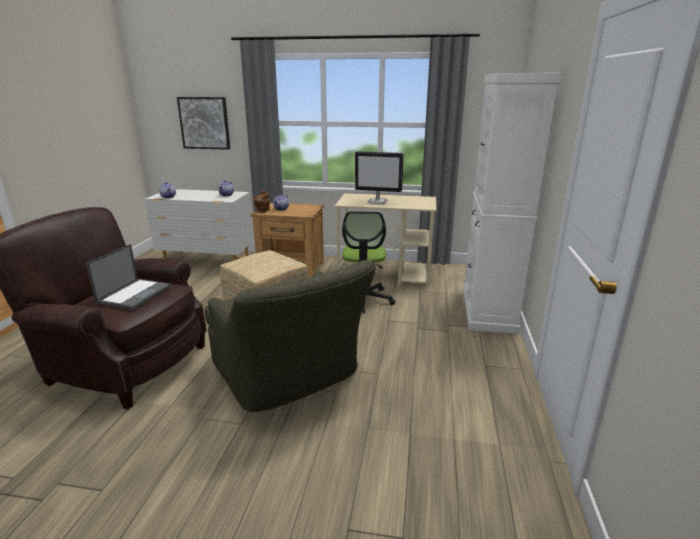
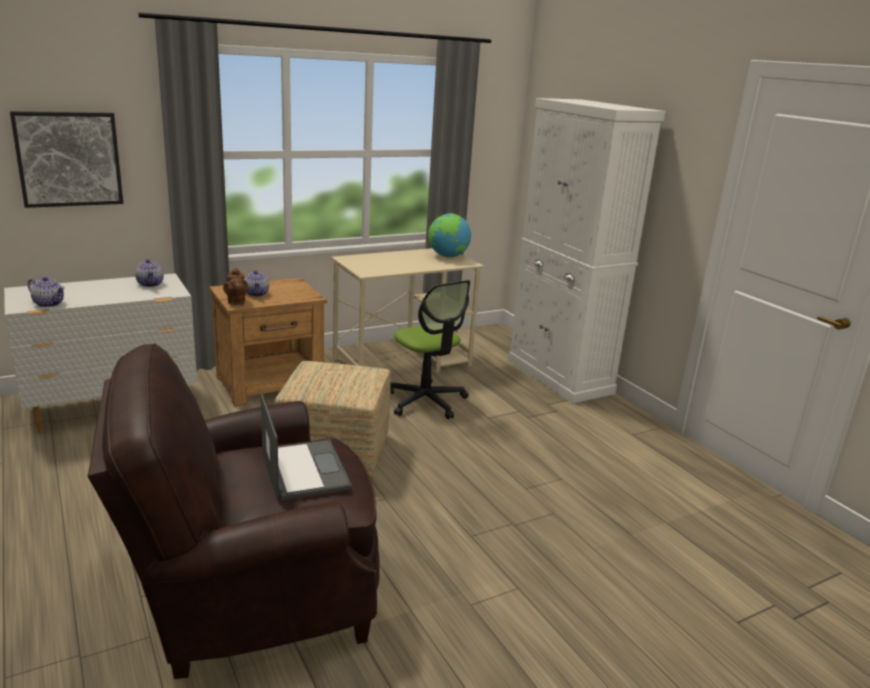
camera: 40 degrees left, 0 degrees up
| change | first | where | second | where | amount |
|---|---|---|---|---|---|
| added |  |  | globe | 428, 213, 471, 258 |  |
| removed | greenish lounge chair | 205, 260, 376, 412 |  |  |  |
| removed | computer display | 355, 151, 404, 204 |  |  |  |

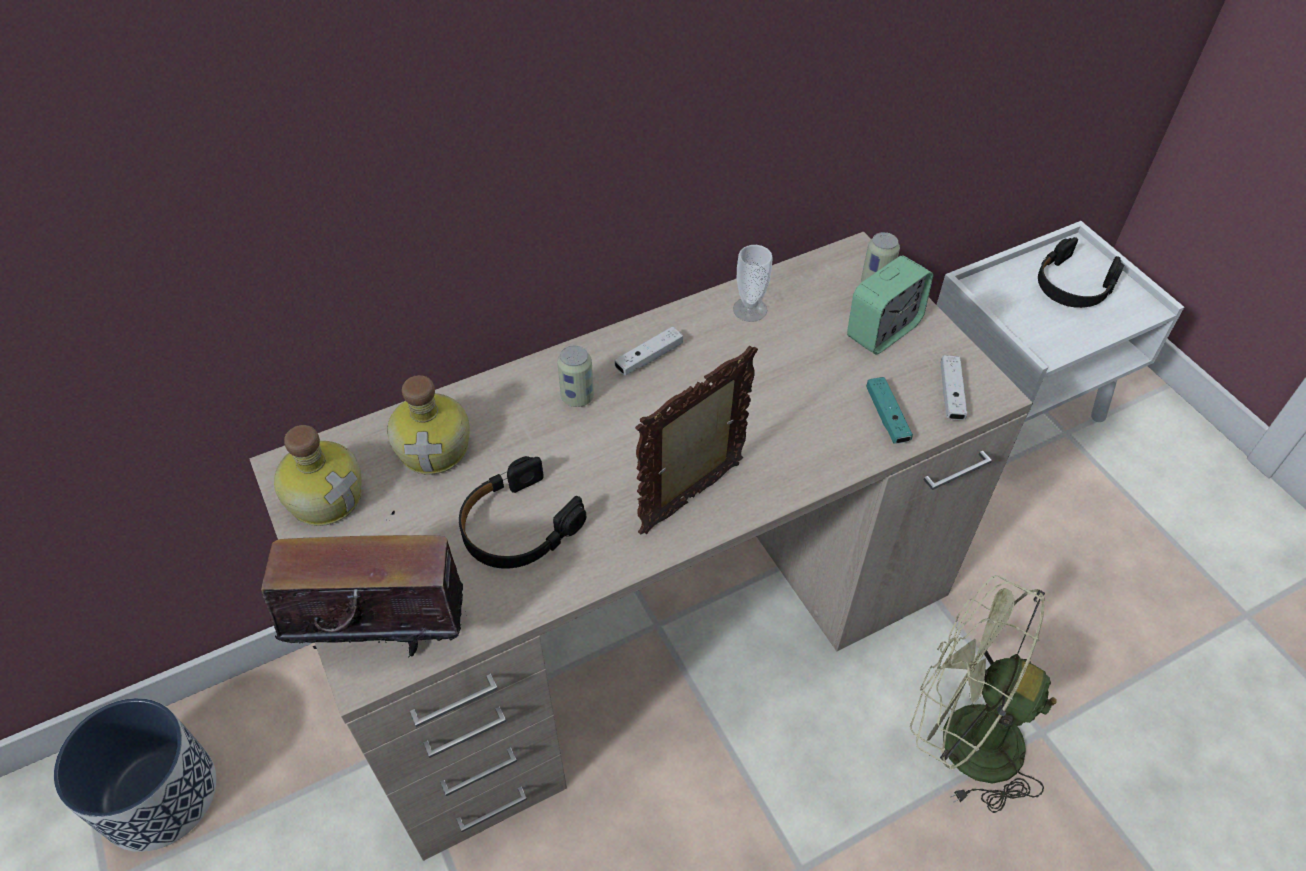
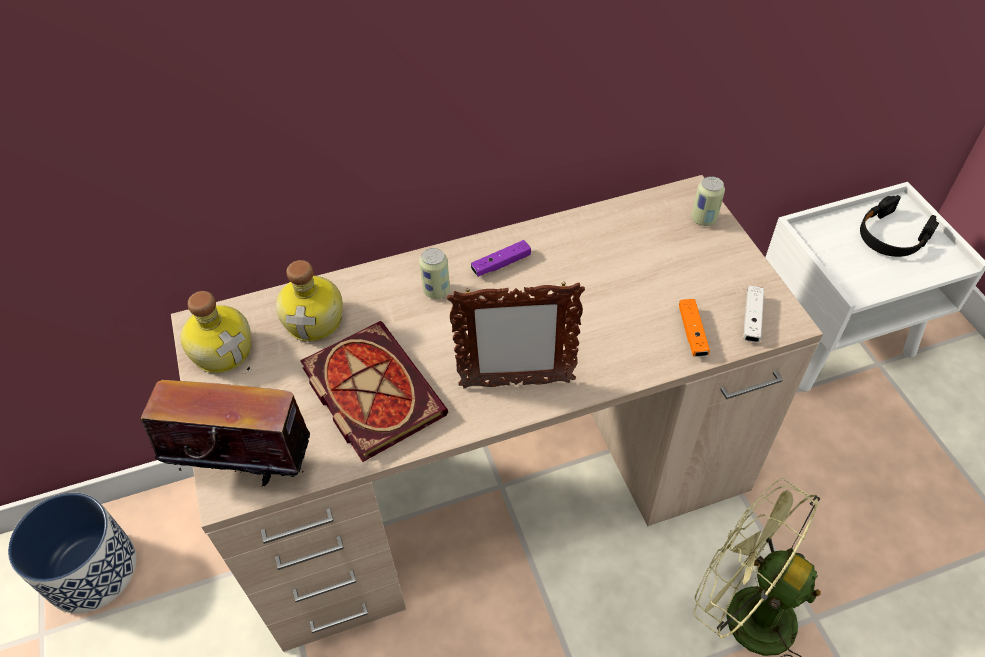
camera: 10 degrees right, 0 degrees up
| change | first | where | second | where | amount |
|---|---|---|---|---|---|
| replaced | black headset | 459, 456, 586, 569 | bound book | 300, 321, 448, 462 |  |
| turned | photo frame | 635, 345, 758, 535 |  | 447, 281, 585, 389 | 150 degrees counterclockwise |
| recoloured | white-coloured game controller | 615, 326, 683, 375 | purplish game controller | 471, 240, 531, 277 |  |
| recoloured | turquoise game controller | 866, 377, 913, 444 | orange game controller | 679, 299, 710, 357 |  |
| removed | small cup | 733, 245, 773, 322 |  |  |  |
| removed | table clock | 847, 255, 933, 355 |  |  |  |

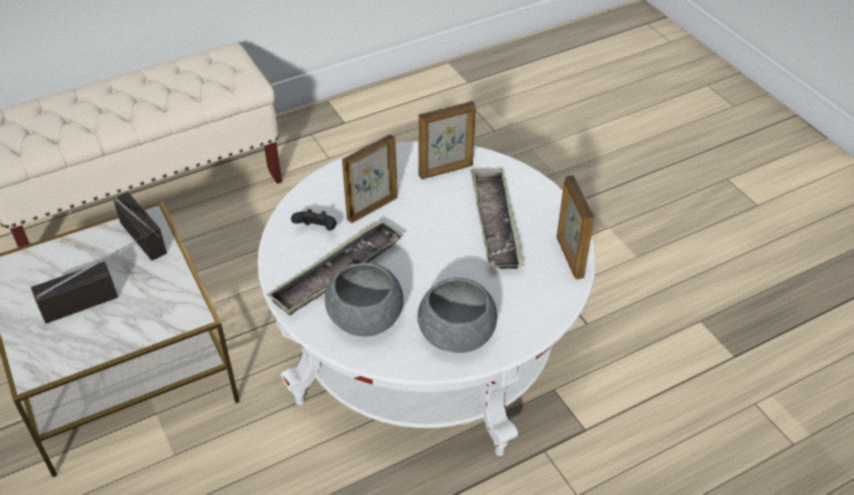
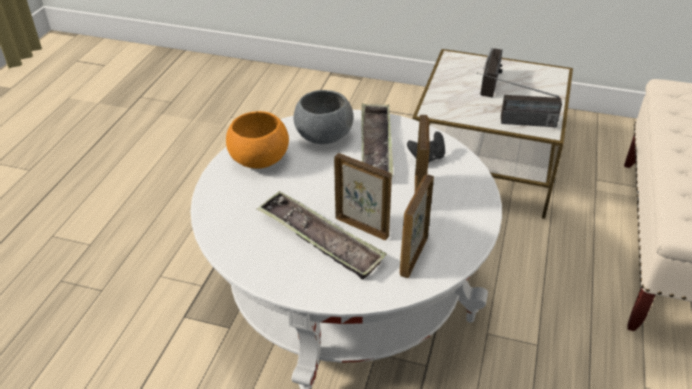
camera: 135 degrees right, 5 degrees down
| change | first | where | second | where | amount |
|---|---|---|---|---|---|
| recoloured | greyish bowl | 417, 278, 497, 353 | orange bowl | 226, 111, 289, 169 |  |
| moved | photo frame | 557, 175, 594, 279 |  | 334, 153, 392, 240 |  |

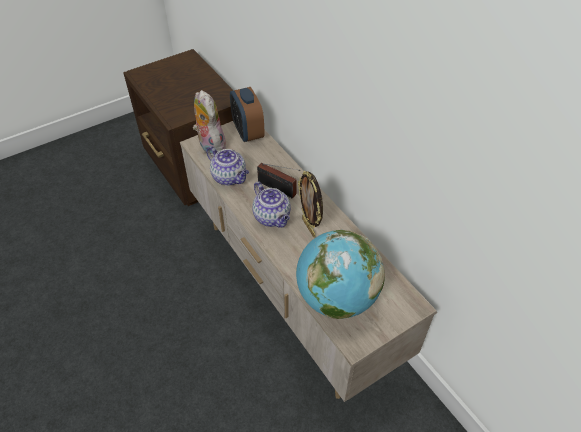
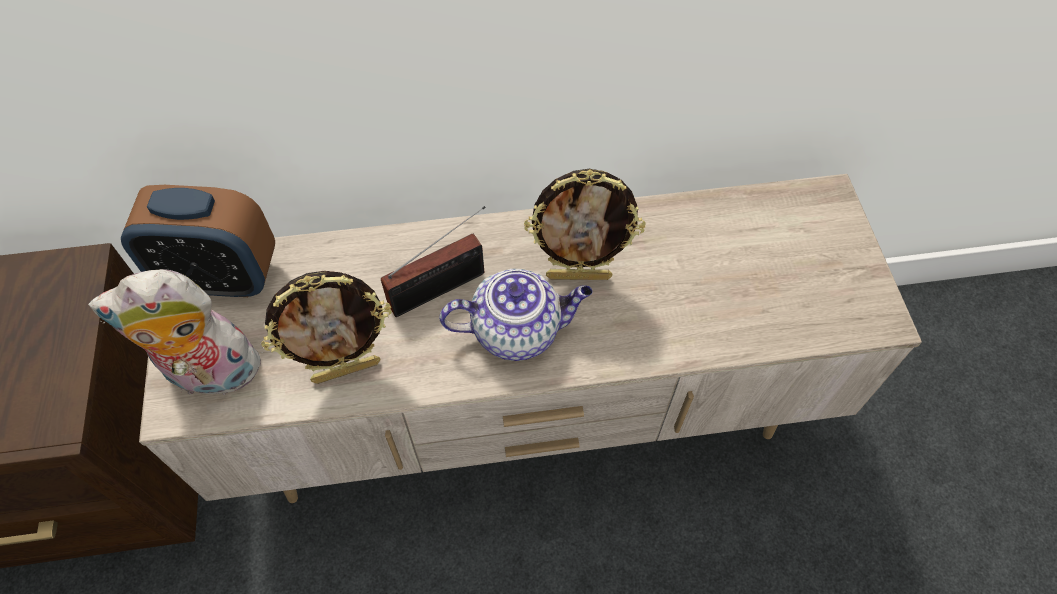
camera: 65 degrees left, 10 degrees up
| change | first | where | second | where | amount |
|---|---|---|---|---|---|
| replaced | tea pot | 206, 146, 249, 186 | photo frame | 261, 271, 392, 384 |  |
| removed | globe | 296, 230, 385, 319 |  |  |  |

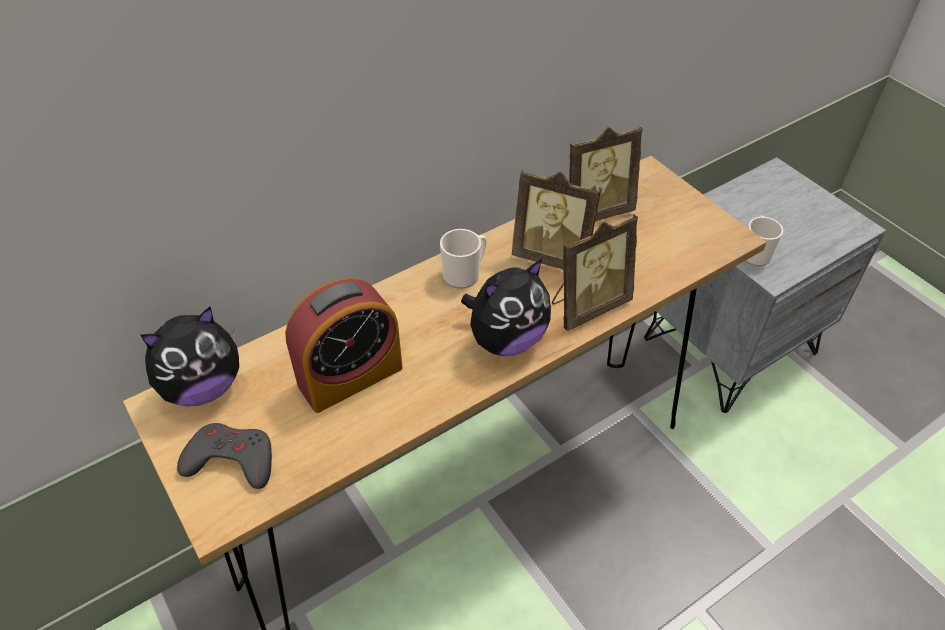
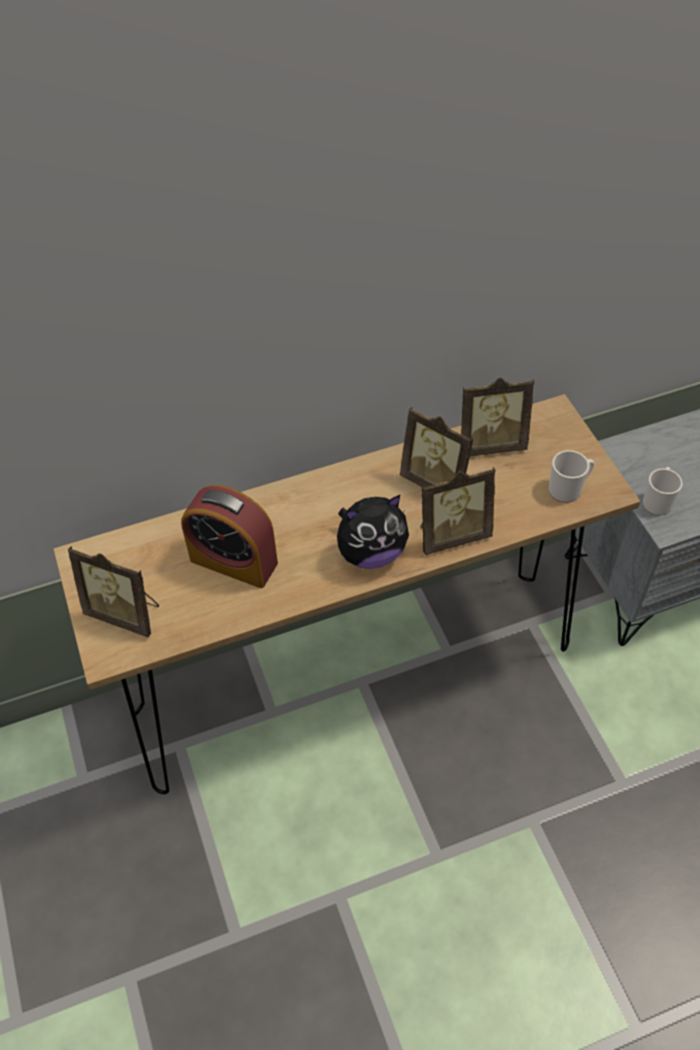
camera: 15 degrees right, 5 degrees up
| change | first | where | second | where | amount |
|---|---|---|---|---|---|
| replaced | greyish game controller | 177, 423, 272, 489 | photo frame | 68, 546, 159, 637 |  |
| turned | table clock | 285, 278, 403, 413 |  | 181, 485, 278, 588 | 45 degrees clockwise |
| moved | mug | 440, 229, 487, 289 |  | 549, 450, 594, 503 |  |
| removed | soft toy | 141, 307, 239, 406 |  |  |  |

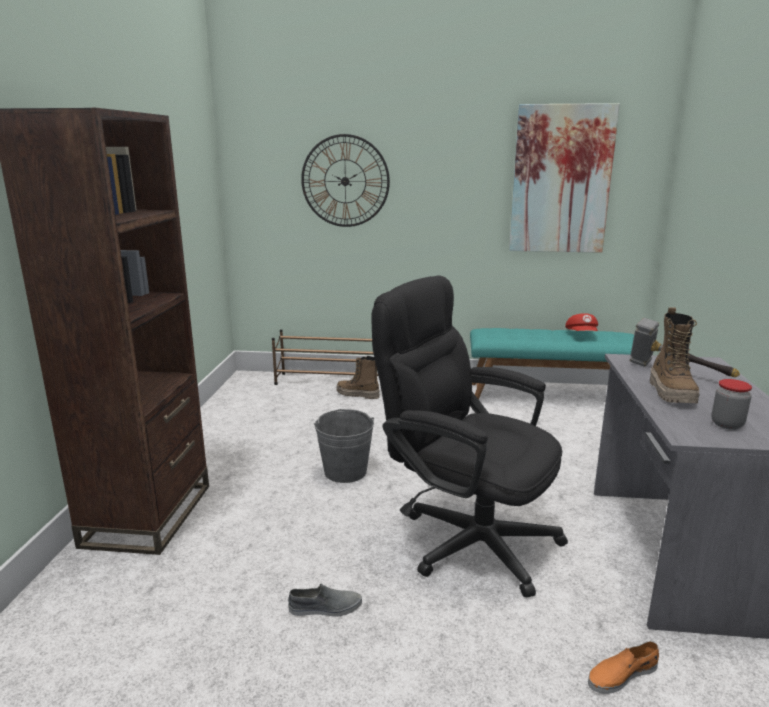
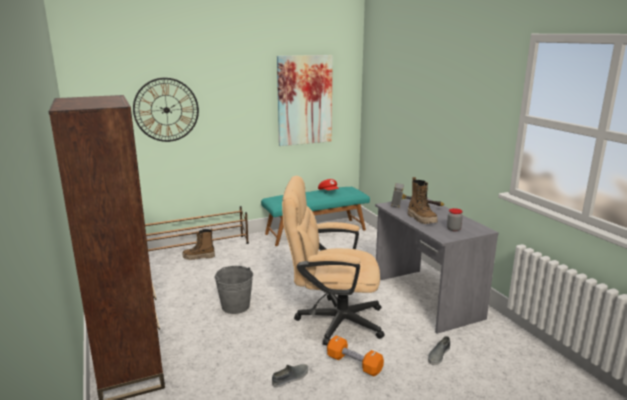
camera: 30 degrees left, 0 degrees up
| change | first | where | second | where | amount |
|---|---|---|---|---|---|
| recoloured | black computer chair | 371, 275, 568, 598 | beige-coloured computer chair | 282, 176, 385, 345 |  |
| added |  |  | orange free weight | 327, 335, 384, 377 |  |
| recoloured | orange shoe | 588, 641, 659, 694 | greyish shoe | 428, 336, 450, 365 |  |

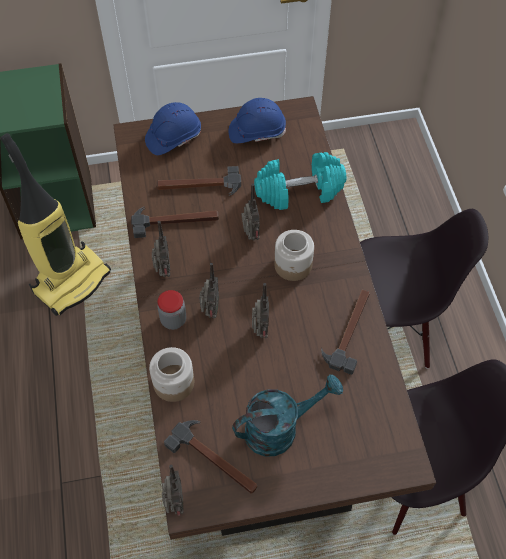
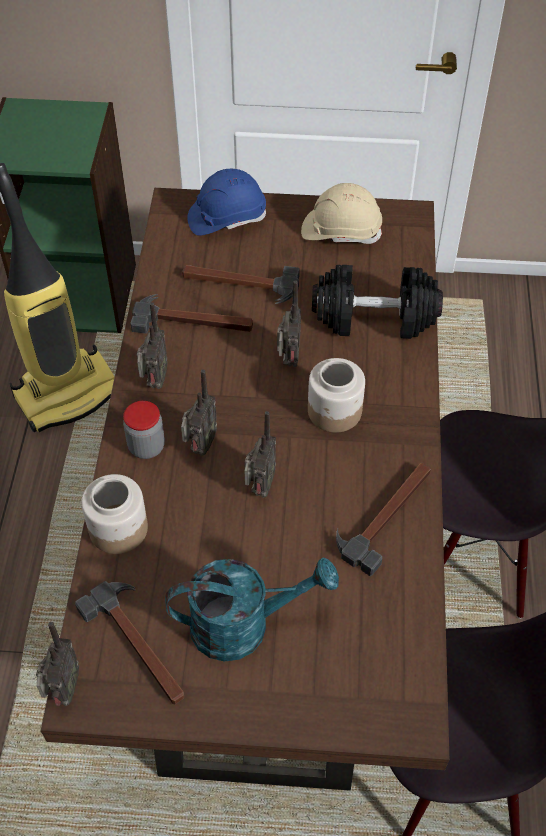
camera: 15 degrees right, 5 degrees down
| change | first | where | second | where | amount |
|---|---|---|---|---|---|
| recoloured | blue work helmet | 229, 98, 286, 143 | beige-coloured work helmet | 301, 183, 382, 244 |  |
| recoloured | turquoise free weight | 254, 152, 347, 210 | black free weight | 312, 265, 443, 339 |  |

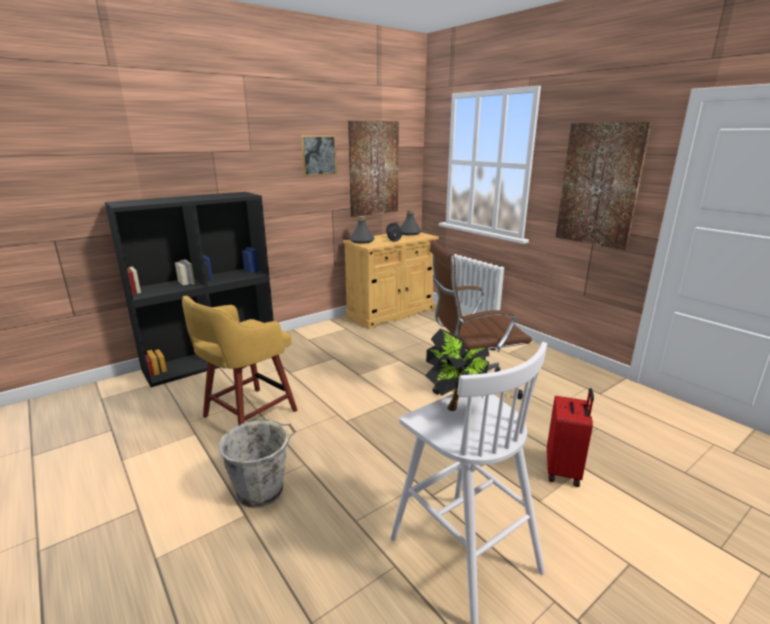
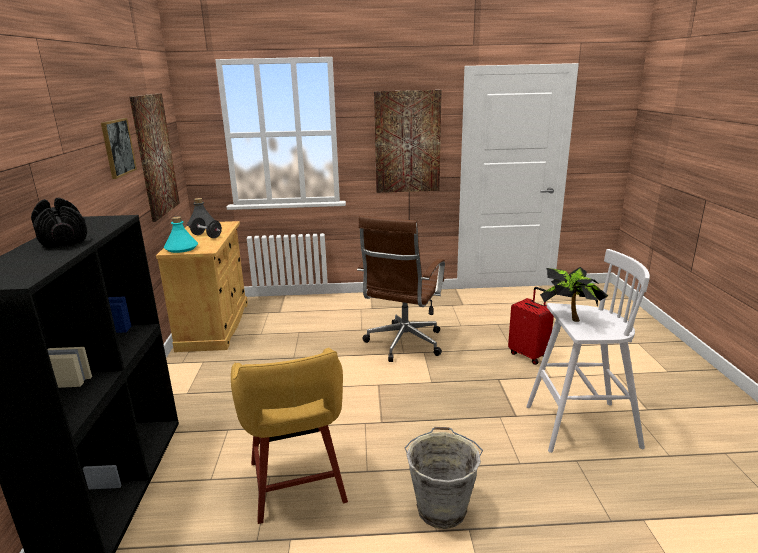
camera: 55 degrees left, 0 degrees up
| change | first | where | second | where | amount |
|---|---|---|---|---|---|
| added |  |  | black free weight | 31, 198, 87, 248 |  |
| recoloured | greyish bottle | 350, 216, 375, 244 | turquoise bottle | 164, 217, 198, 253 |  |

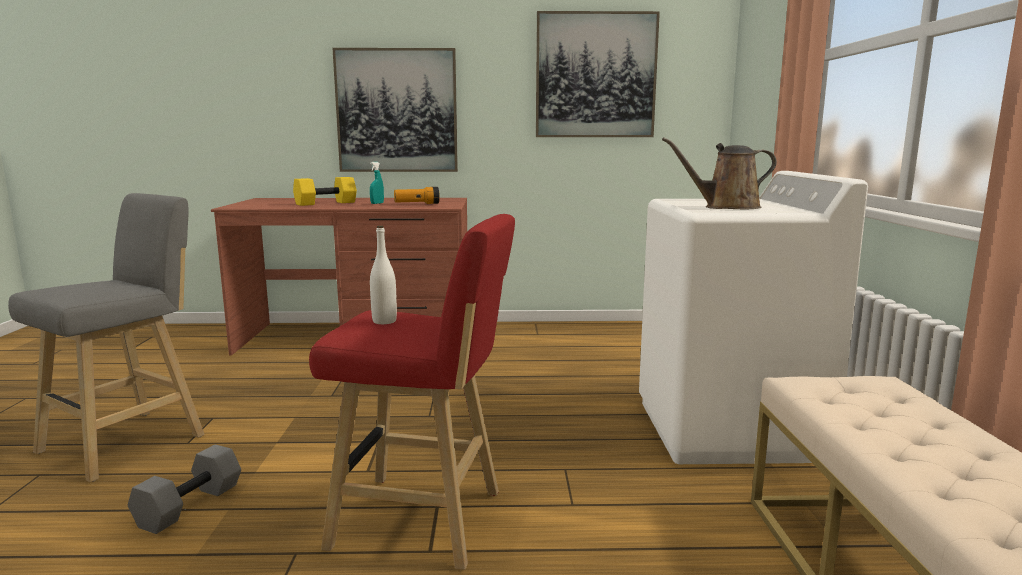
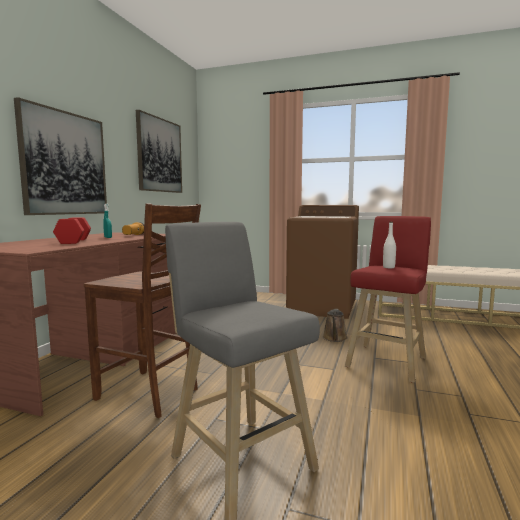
camera: 70 degrees left, 5 degrees down
| change | first | where | second | where | amount |
|---|---|---|---|---|---|
| recoloured | yellow-coloured free weight | 293, 177, 357, 206 | red free weight | 53, 218, 91, 244 |  |
| added |  |  | brownish chair | 84, 203, 201, 418 |  |
| recoloured | white-coloured washing machine | 639, 171, 868, 464 | brownish washing machine | 286, 205, 359, 319 |  |
| moved | brownish sprinkling can | 662, 137, 777, 209 |  | 323, 309, 348, 342 |  |
| removed | greyish free weight | 128, 444, 241, 534 |  |  |  |

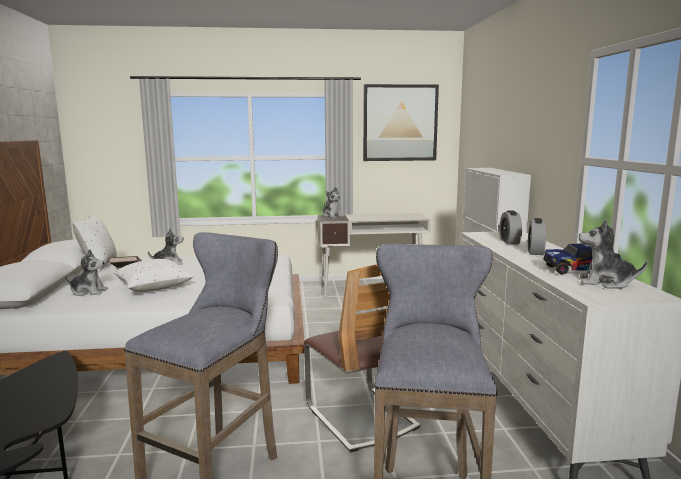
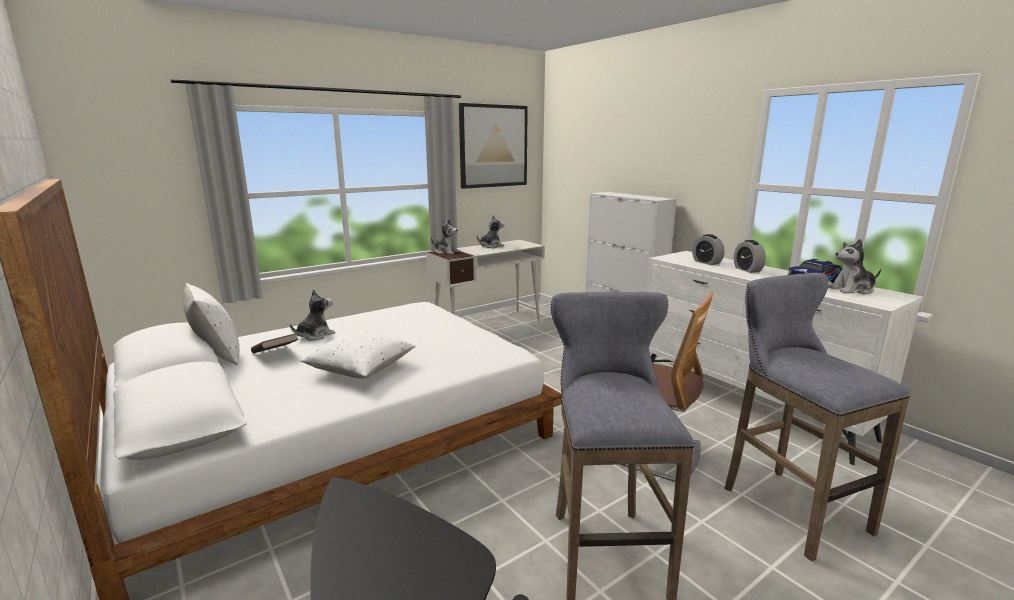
camera: 30 degrees left, 5 degrees up
| change | first | where | second | where | amount |
|---|---|---|---|---|---|
| moved | soft toy | 64, 249, 108, 296 |  | 477, 215, 504, 248 |  |

